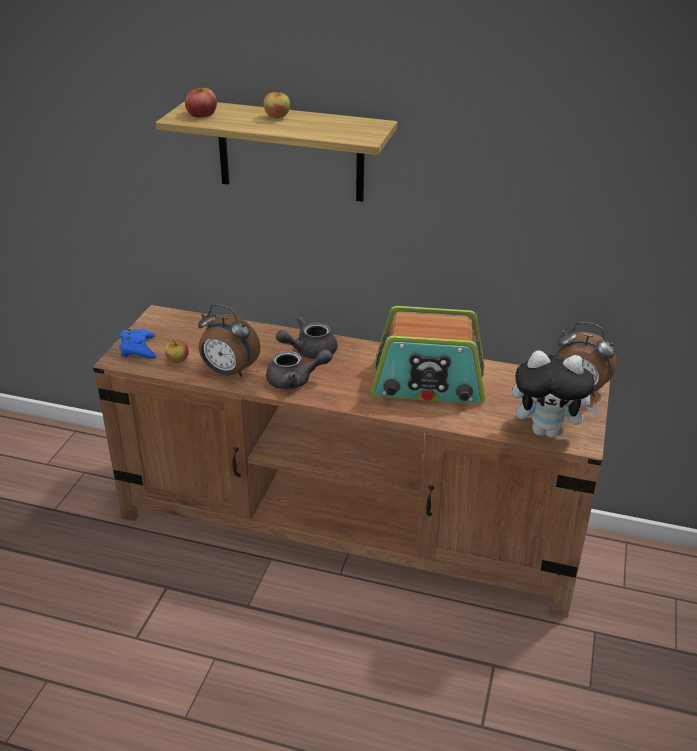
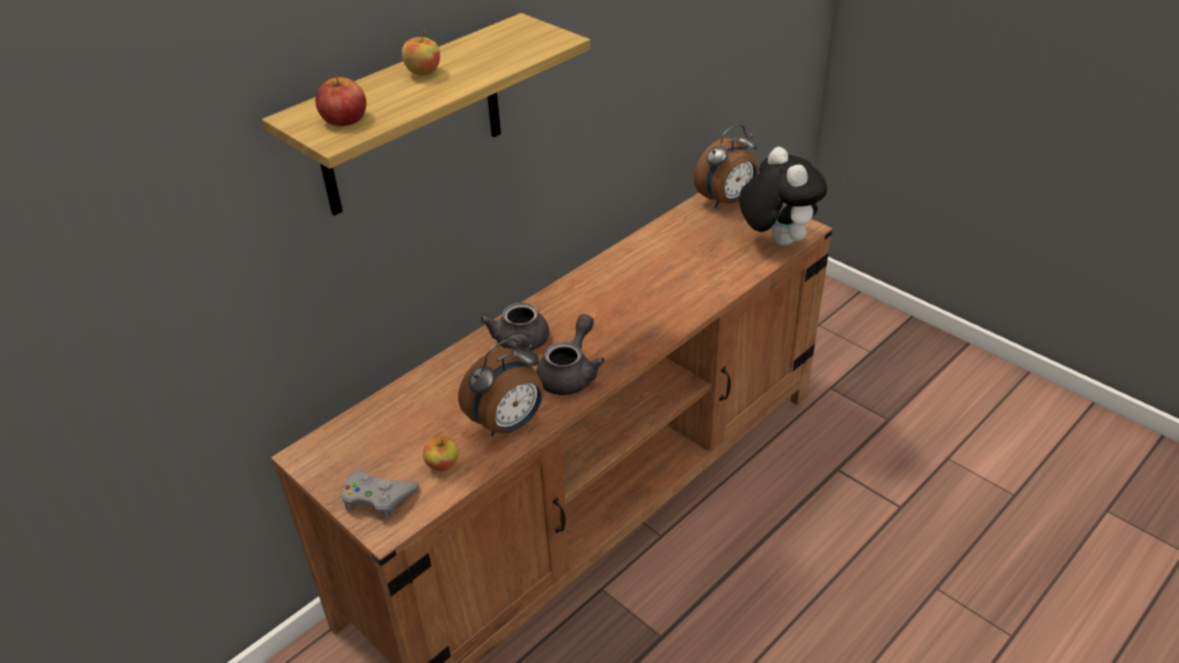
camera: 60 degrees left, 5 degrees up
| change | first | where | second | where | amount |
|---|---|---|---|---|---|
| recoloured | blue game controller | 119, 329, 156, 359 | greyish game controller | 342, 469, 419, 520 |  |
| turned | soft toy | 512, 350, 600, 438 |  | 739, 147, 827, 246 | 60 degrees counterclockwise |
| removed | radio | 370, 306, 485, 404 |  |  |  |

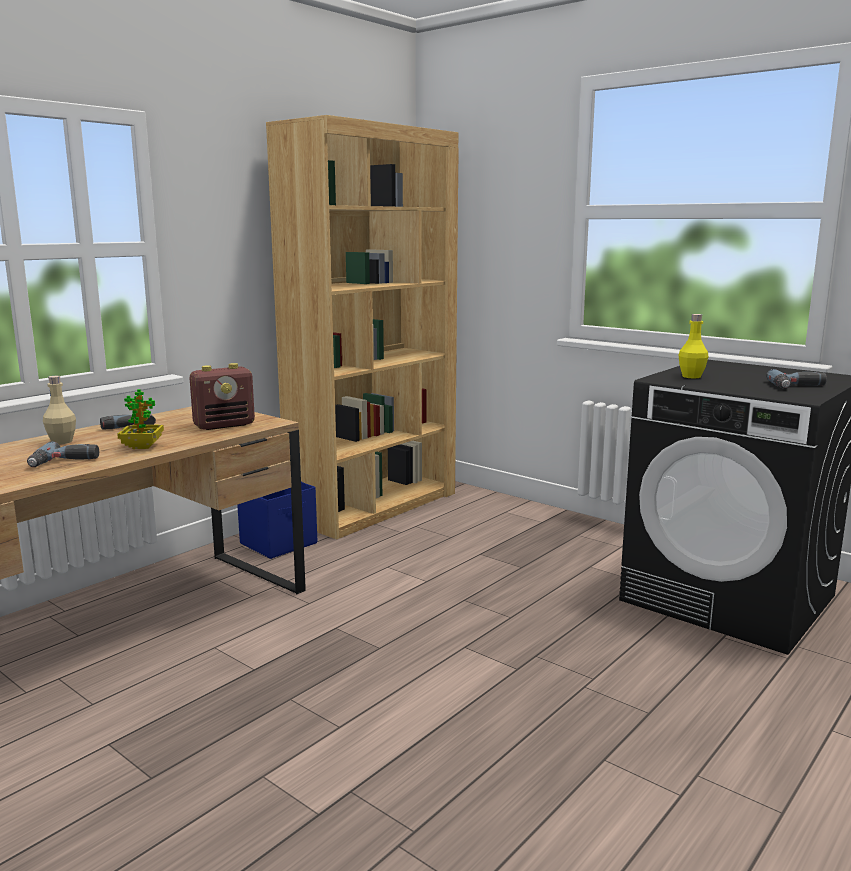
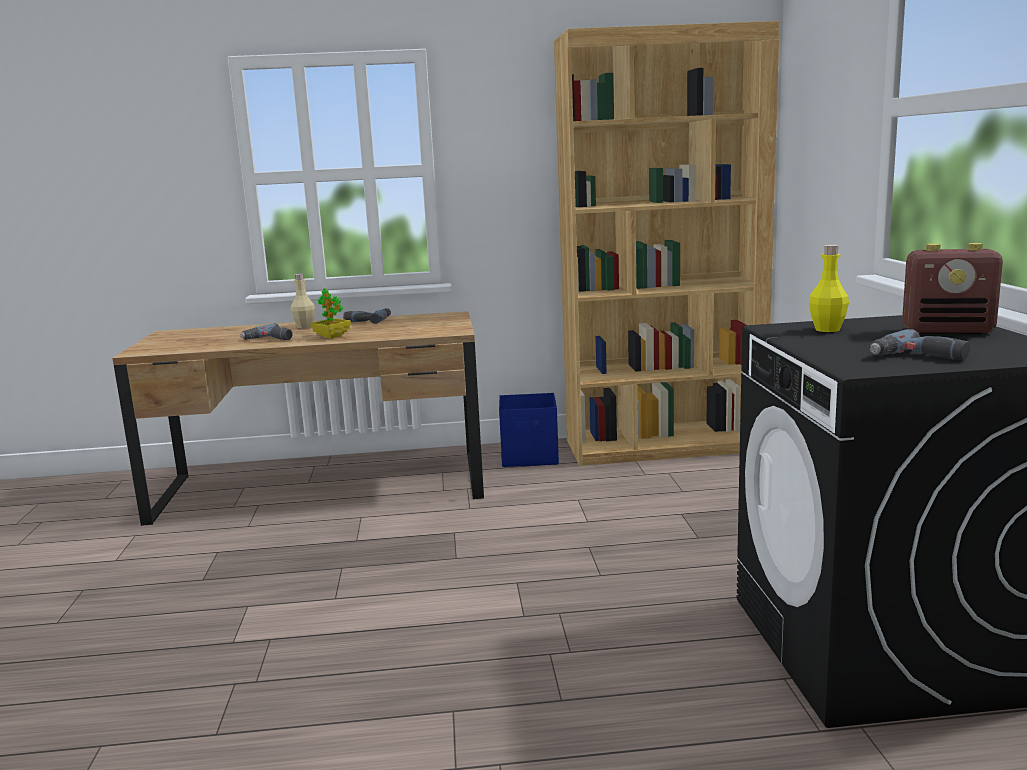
camera: 45 degrees right, 0 degrees up
| change | first | where | second | where | amount |
|---|---|---|---|---|---|
| moved | radio | 190, 363, 255, 430 |  | 902, 243, 1003, 334 |  |

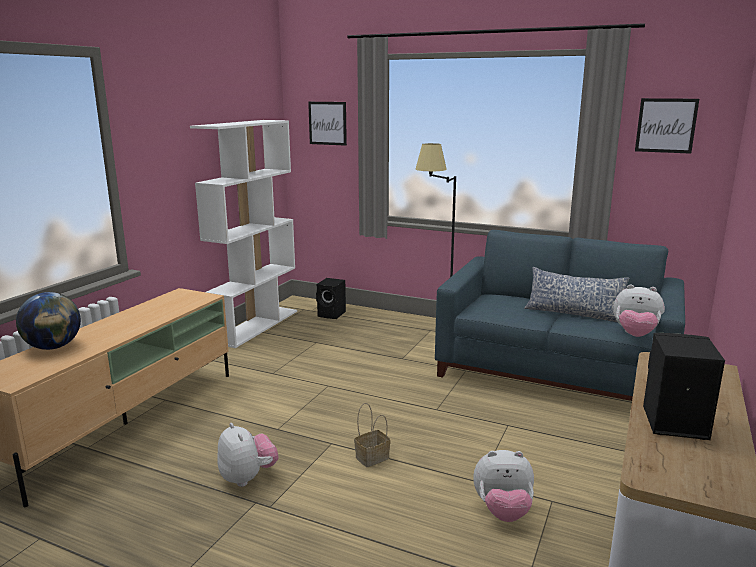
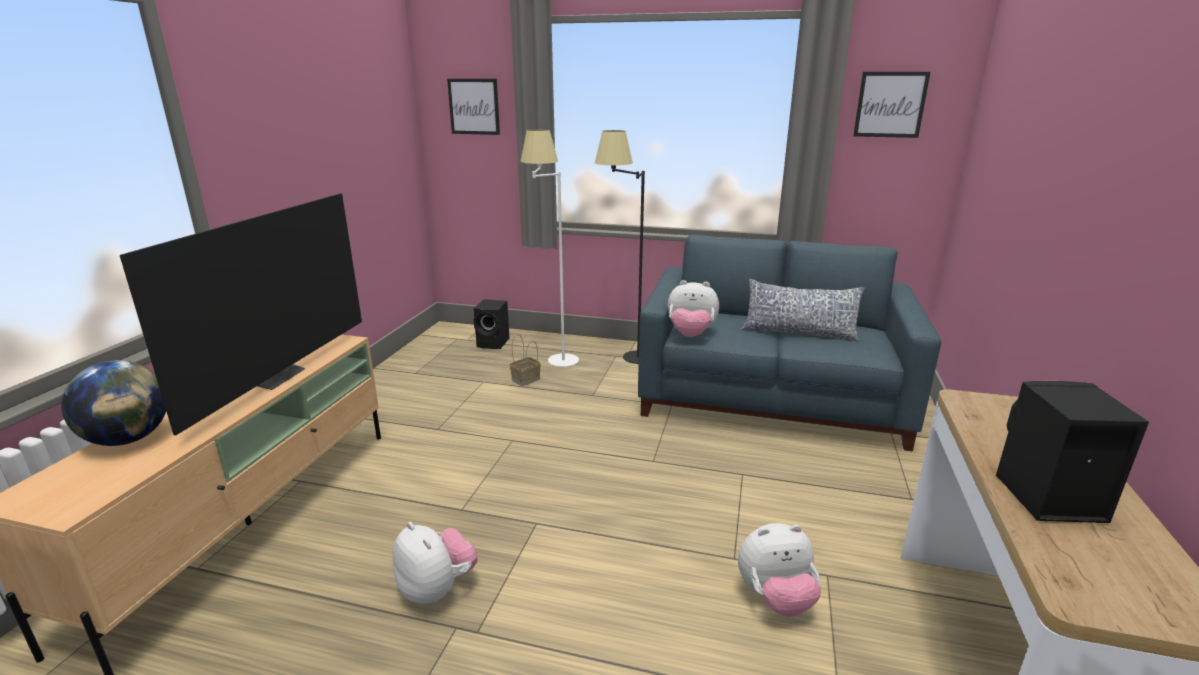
camera: 10 degrees left, 5 degrees up
| change | first | where | second | where | amount |
|---|---|---|---|---|---|
| added |  |  | television | 120, 193, 362, 435 |  |
| moved | storage basket | 354, 403, 391, 467 |  | 510, 334, 541, 386 |  |
| added |  |  | white-coloured floor lamp | 521, 129, 579, 367 |  |
| moved | soft toy | 613, 284, 665, 337 |  | 668, 280, 719, 337 |  |
| removed | white-coloured shelving unit | 190, 120, 297, 348 |  |  |  |

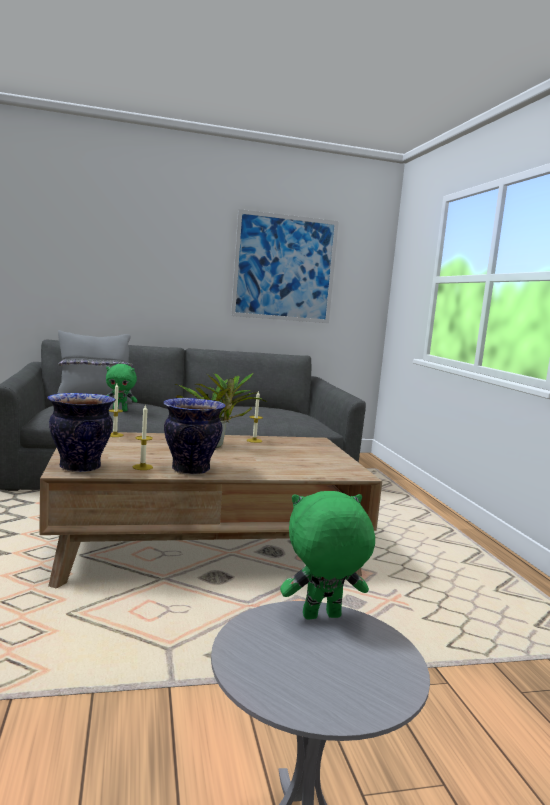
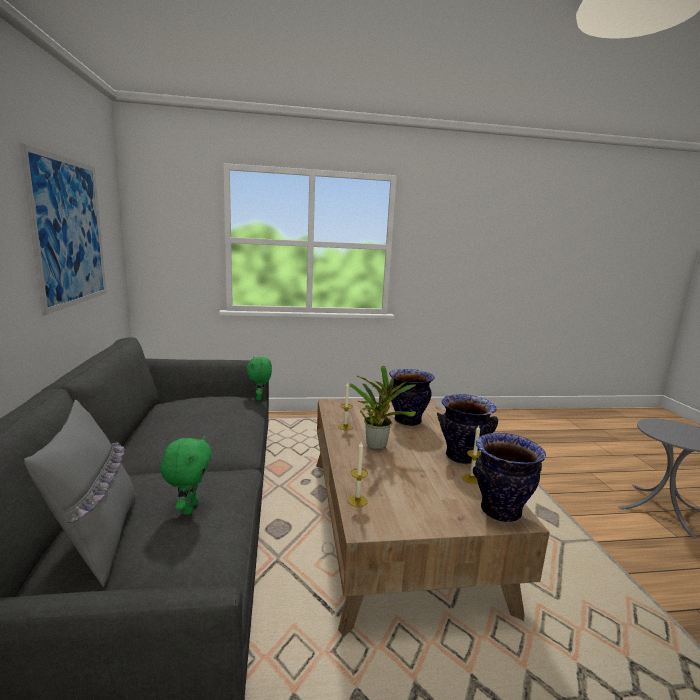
camera: 85 degrees left, 5 degrees up
| change | first | where | second | where | amount |
|---|---|---|---|---|---|
| moved | greenish soft toy | 280, 491, 375, 620 |  | 246, 357, 272, 400 |  |
| added |  |  | decorative vase | 389, 369, 435, 426 |  |

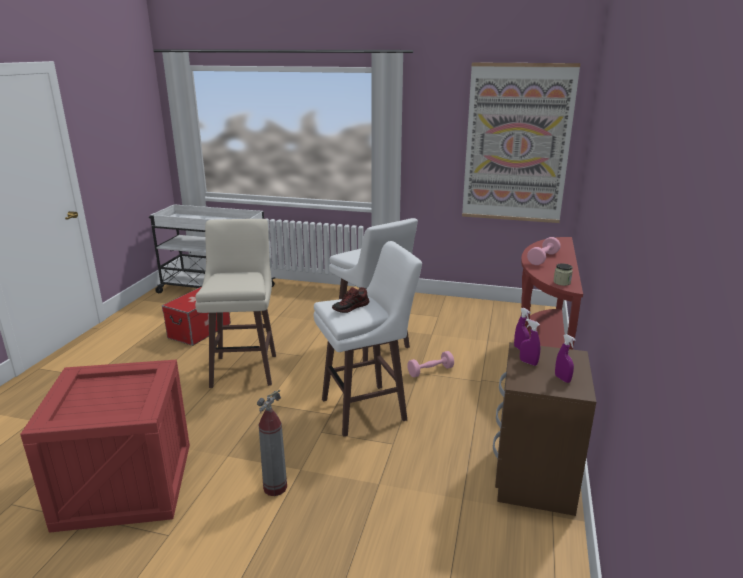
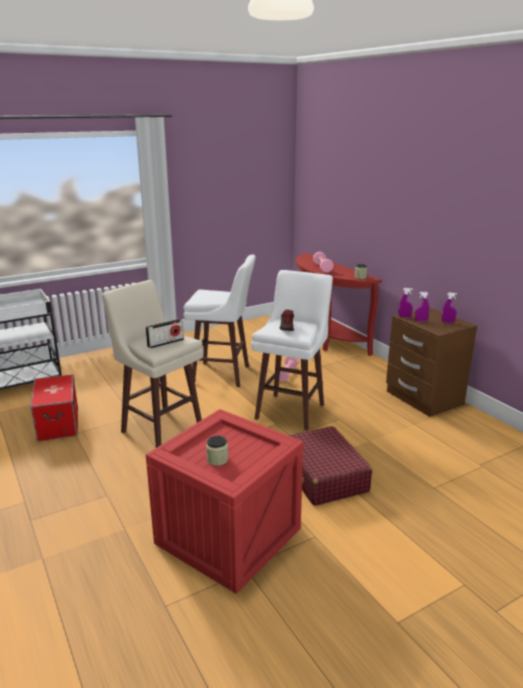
camera: 45 degrees left, 0 degrees up
| change | first | where | second | where | amount |
|---|---|---|---|---|---|
| added |  |  | radio | 146, 319, 184, 348 |  |
| added |  |  | preserve jar | 206, 436, 228, 466 |  |
| replaced | extinguisher | 257, 390, 287, 496 | red piece of luggage | 289, 426, 372, 506 |  |
| removed | wall picture | 462, 62, 581, 223 |  |  |  |

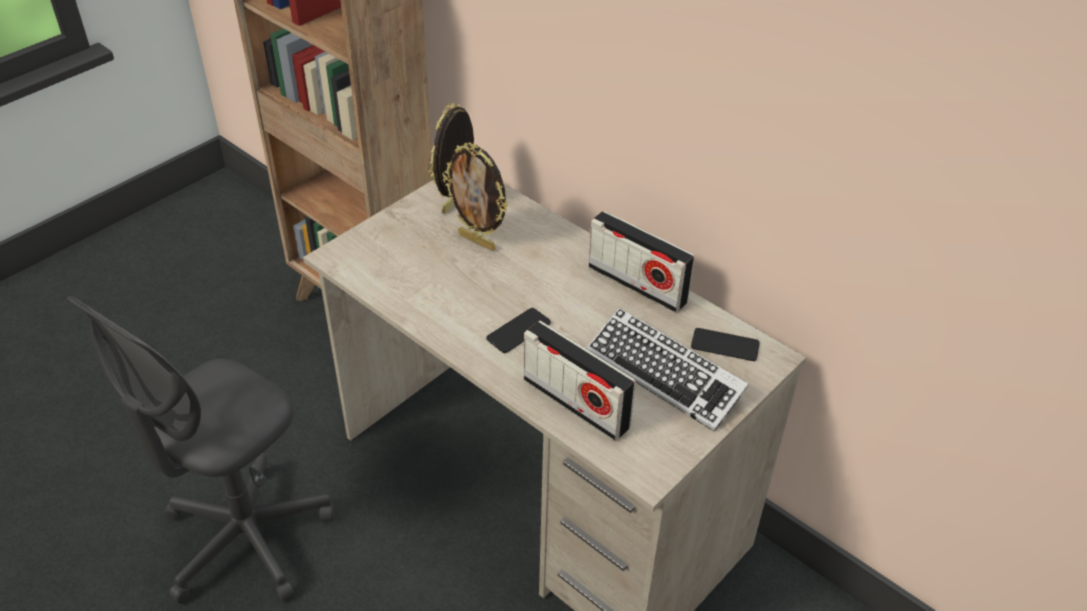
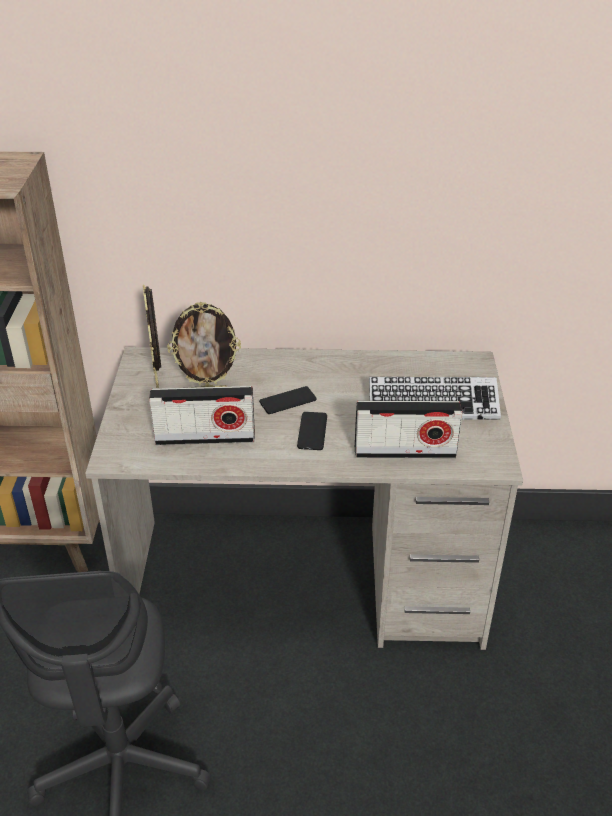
camera: 40 degrees left, 5 degrees down
| change | first | where | second | where | amount |
|---|---|---|---|---|---|
| moved | radio | 589, 211, 695, 312 |  | 149, 386, 255, 445 |  |
| moved | handset | 691, 328, 760, 361 |  | 259, 386, 317, 414 |  |

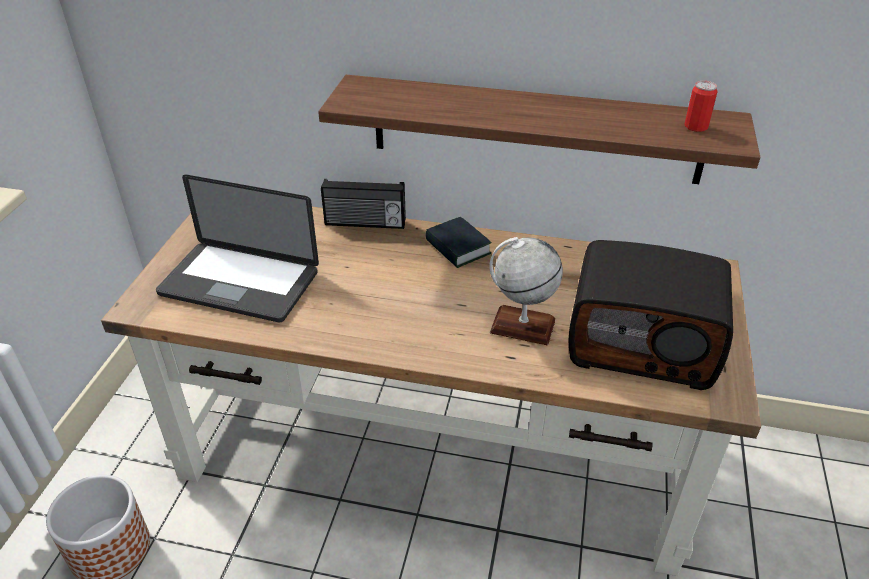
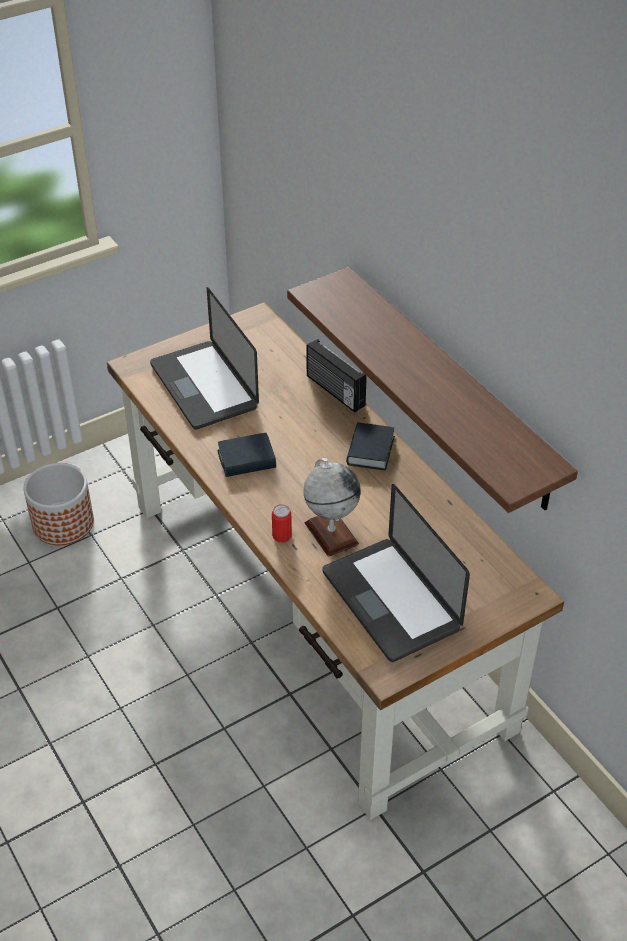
camera: 45 degrees right, 5 degrees up
| change | first | where | second | where | amount |
|---|---|---|---|---|---|
| added |  |  | bound book | 217, 433, 276, 477 |  |
| moved | can | 684, 81, 718, 132 |  | 272, 504, 292, 542 |  |
| replaced | radio | 568, 240, 733, 390 | portable computer | 323, 484, 470, 662 |  |

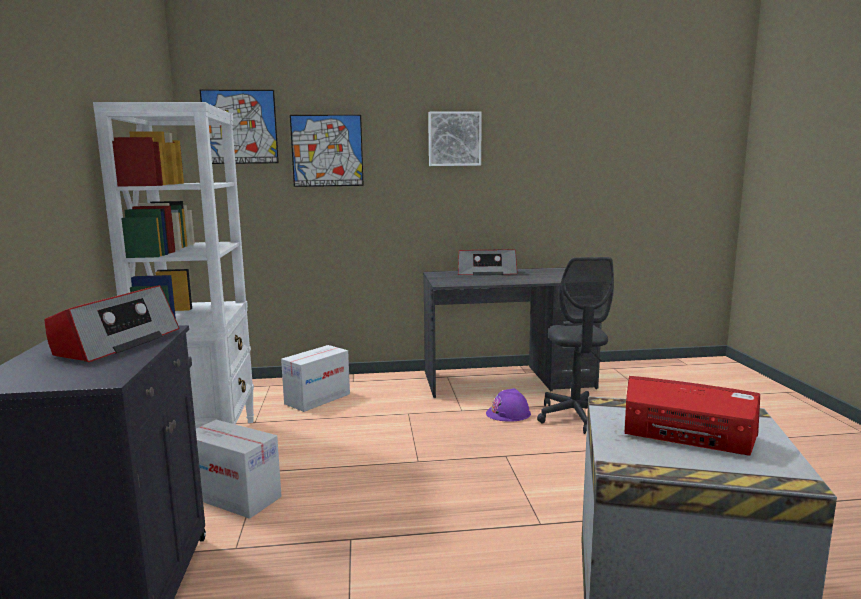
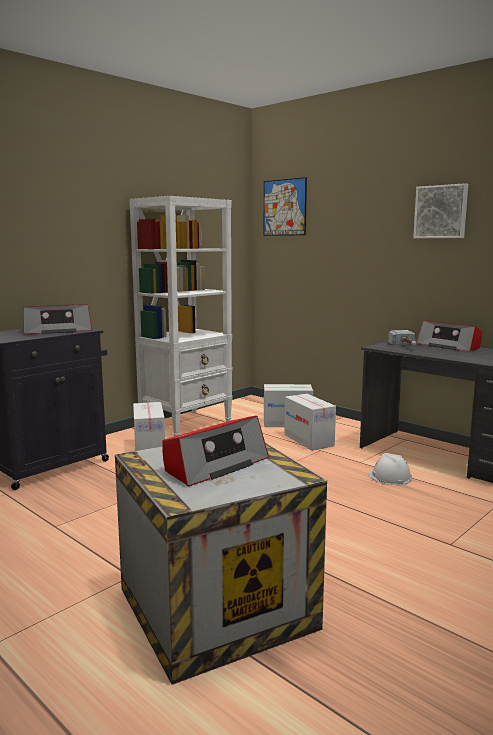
camera: 50 degrees right, 0 degrees up
| change | first | where | second | where | amount |
|---|---|---|---|---|---|
| turned | radio | 625, 376, 760, 456 |  | 162, 416, 269, 486 | 60 degrees clockwise |
| added |  |  | packing box | 284, 394, 336, 451 |  |
| recoloured | purplish work helmet | 486, 388, 531, 422 | white-coloured work helmet | 368, 453, 412, 485 |  |
| added |  |  | tool hammer | 388, 330, 417, 346 |  |
| removed | wall picture | 290, 115, 364, 187 |  |  |  |
| removed | greyish computer chair | 537, 257, 614, 434 |  |  |  |

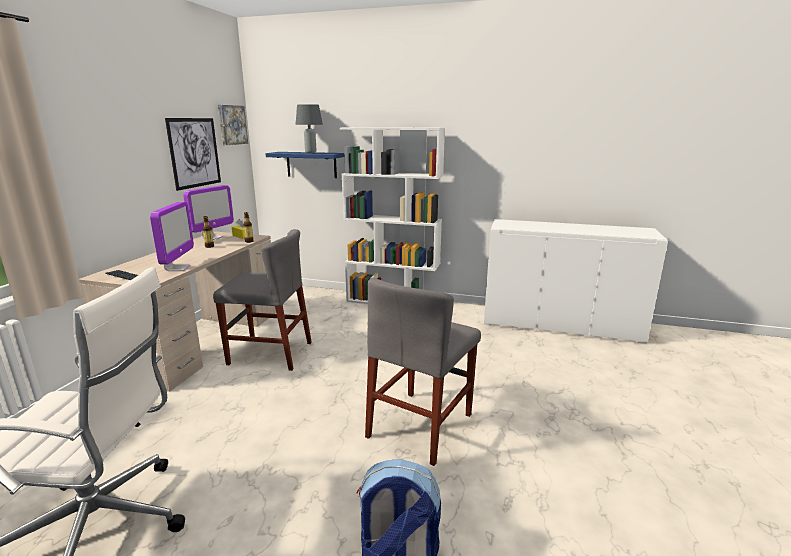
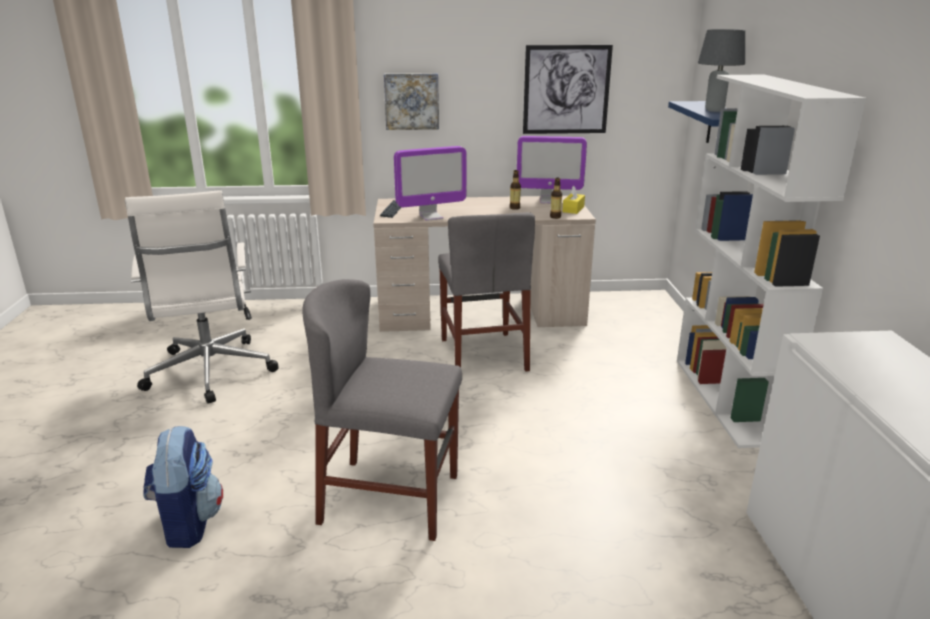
camera: 70 degrees right, 5 degrees up
| change | first | where | second | where | amount |
|---|---|---|---|---|---|
| moved | wall picture | 218, 105, 248, 145 |  | 384, 73, 439, 130 |  |

